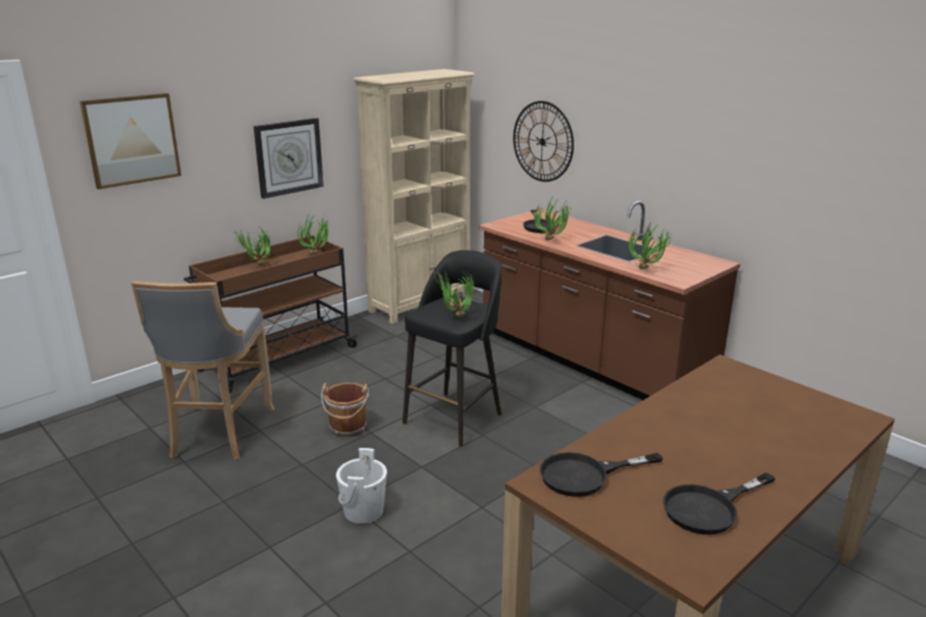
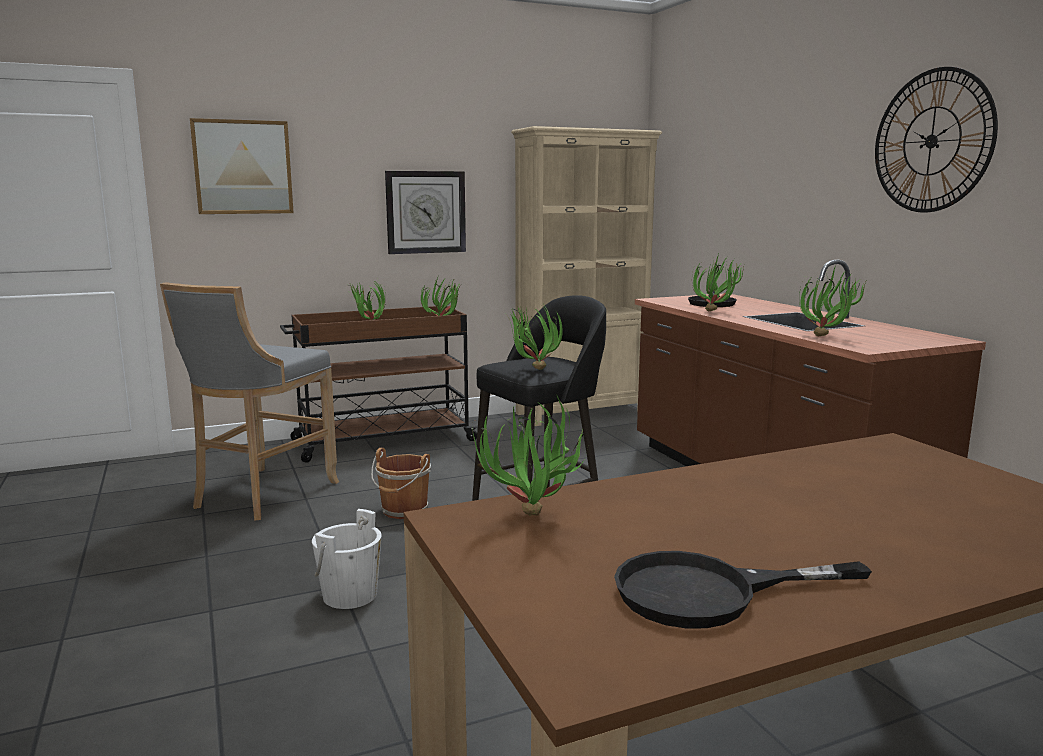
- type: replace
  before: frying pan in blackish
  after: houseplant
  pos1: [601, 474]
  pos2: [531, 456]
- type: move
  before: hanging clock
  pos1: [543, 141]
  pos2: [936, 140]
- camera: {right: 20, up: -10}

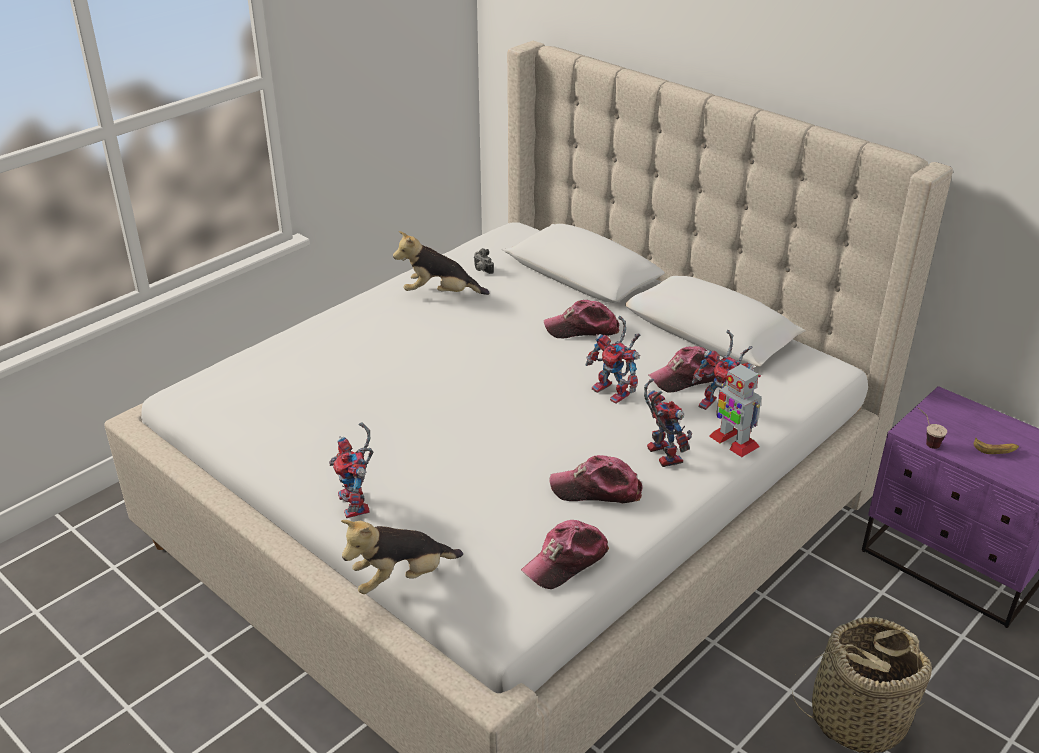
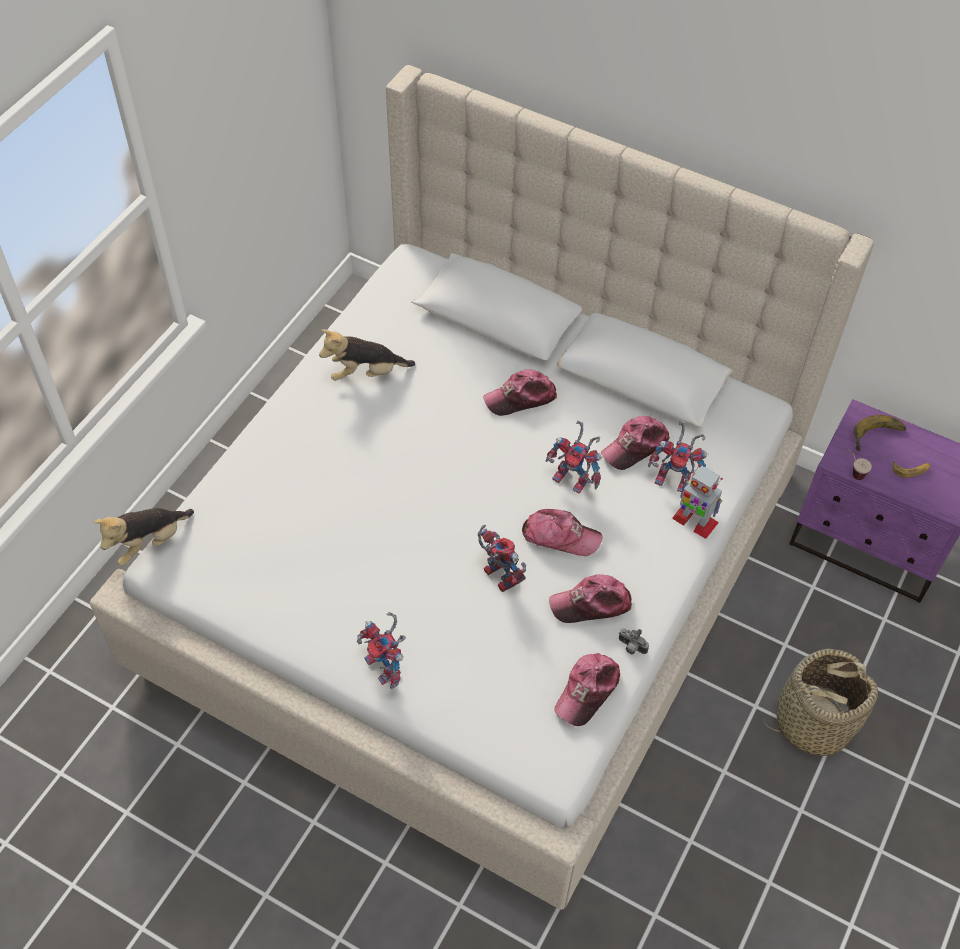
- type: move
  before: cuddly toy
  pos1: [402, 557]
  pos2: [144, 537]
- type: move
  before: model robot
  pos1: [668, 422]
  pos2: [502, 558]
- type: insert
  after: baseball cap
  pos2: [562, 532]
- type: move
  before: photo camera
  pos1: [484, 261]
  pos2: [634, 641]
- type: insert
  after: banana
  pos2: [880, 433]
- camera: {right: -15, up: 20}

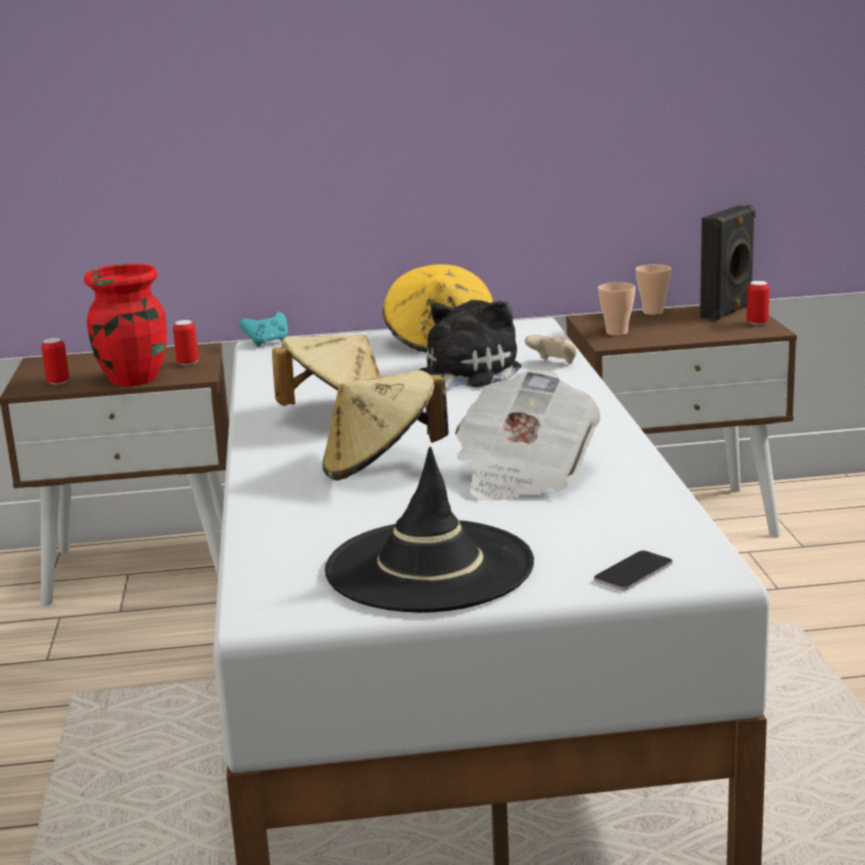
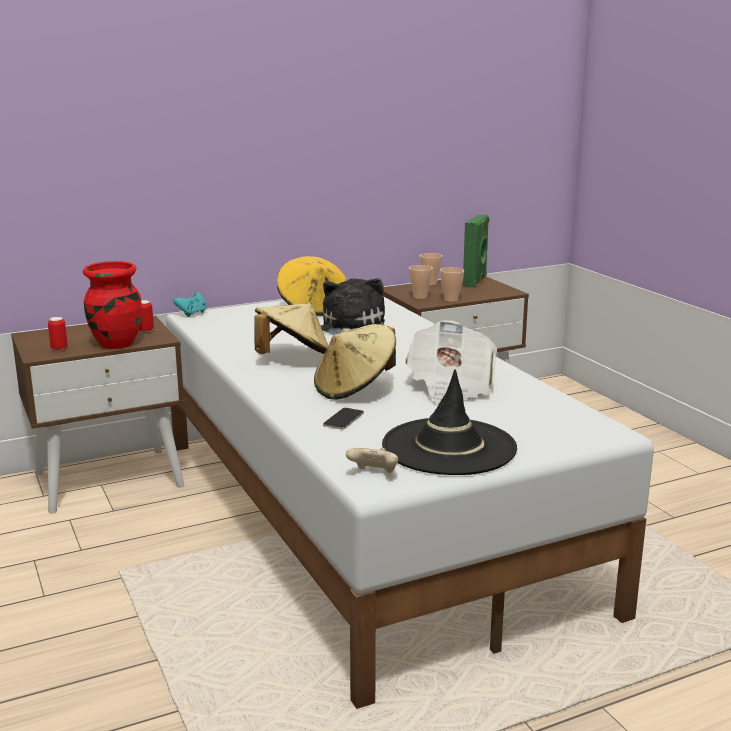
- type: move
  before: phone
  pos1: [633, 570]
  pos2: [343, 419]
- type: move
  before: game controller in sand-coloured
  pos1: [551, 349]
  pos2: [372, 460]
- type: insert
  after: cup
  pos2: [452, 284]
- type: recolor
  before: audio speaker in blackish
  after: audio speaker in greenish
  pos1: [728, 263]
  pos2: [476, 251]
- type: delete
  before: sealed can
  pos1: [758, 303]
- camera: {right: -20, up: 0}

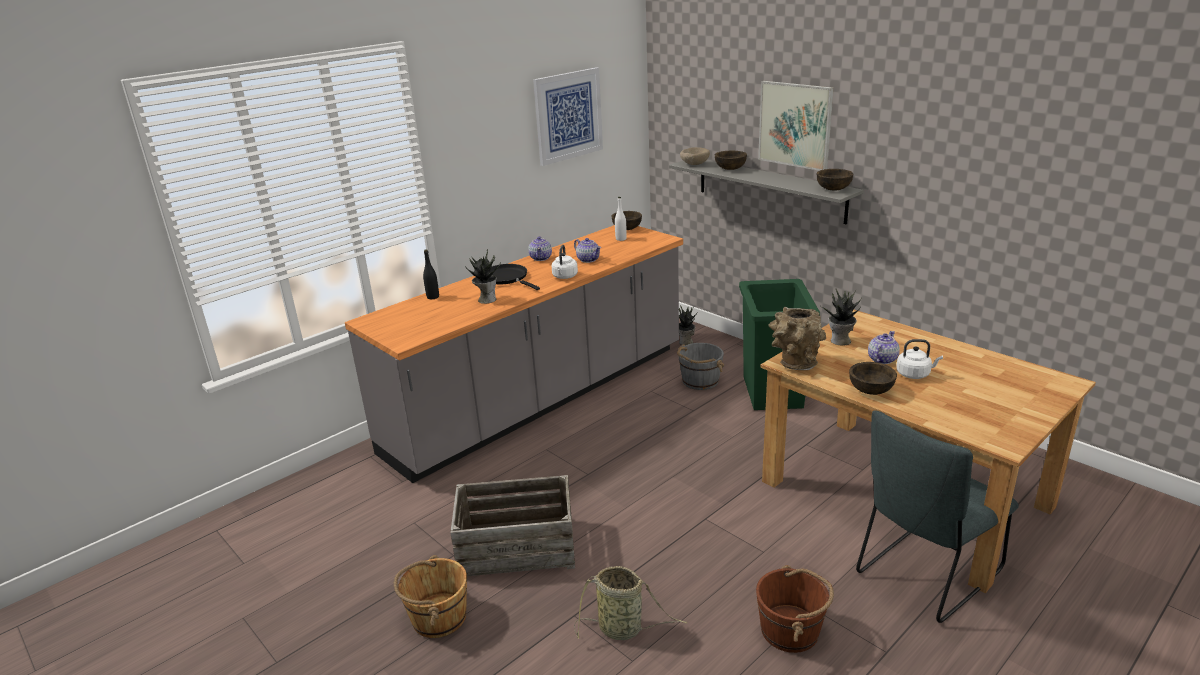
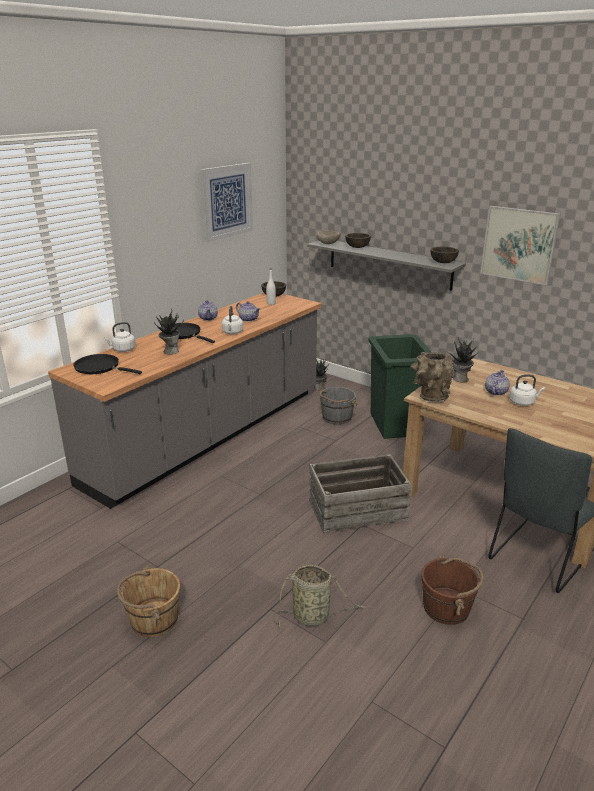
- type: insert
  after: frying pan in blackish
  pos2: [107, 364]
- type: replace
  before: bottle in blackish
  after: kettle in white
  pos1: [431, 274]
  pos2: [120, 337]
- type: move
  before: shipping crate
  pos1: [512, 525]
  pos2: [360, 494]
- type: move
  before: wall art
  pos1: [796, 126]
  pos2: [520, 245]
- type: delete
  before: serving bowl in brownish
  pos1: [873, 378]
- camera: {right: -10, up: 0}

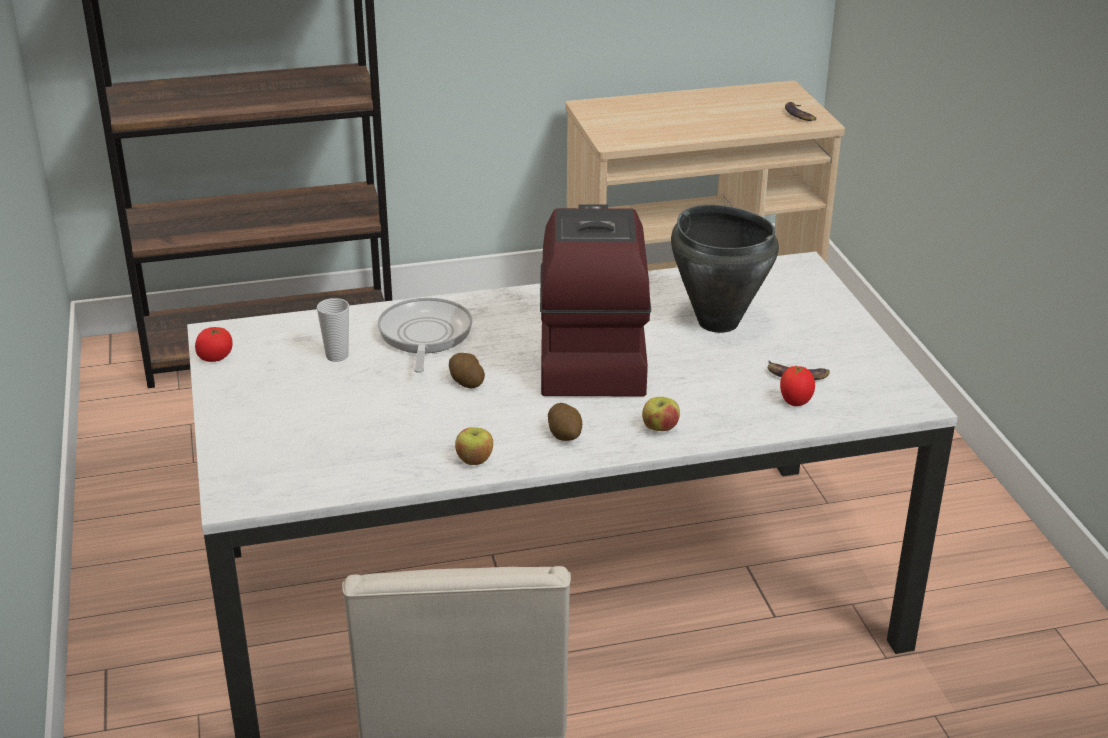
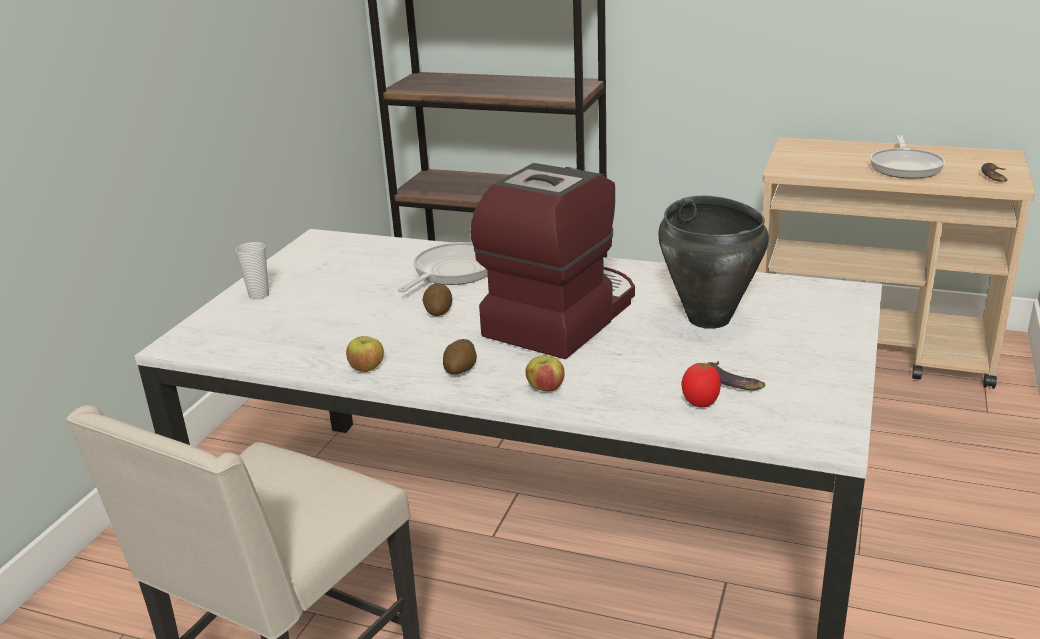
- type: move
  before: cup
  pos1: [333, 330]
  pos2: [252, 270]
- type: insert
  after: frying pan
  pos2: [907, 157]
- type: delete
  before: whole tomato
  pos1: [214, 344]
- camera: {right: 35, up: -5}

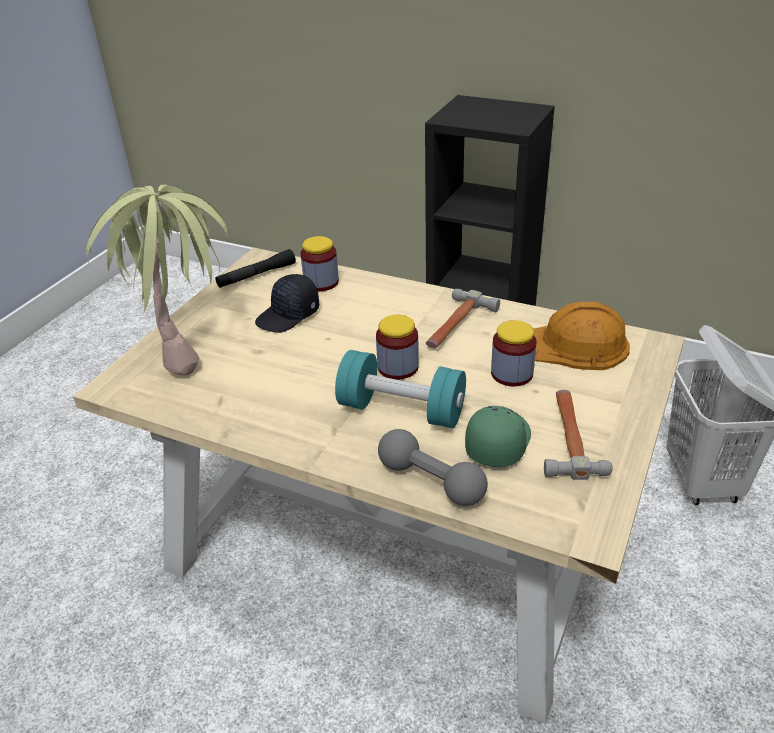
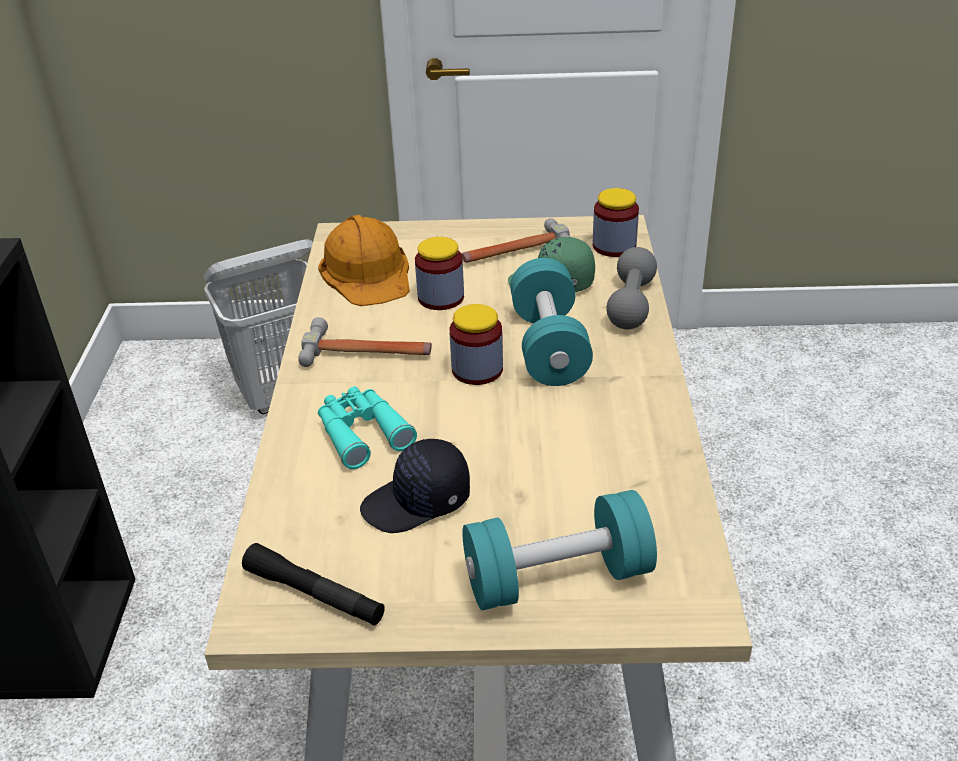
- type: insert
  after: field glasses in turquoise
  pos2: [367, 427]
- type: rotate
  before: baseball cap in blackish
  pos1: [287, 303]
  pos2: [415, 486]
  turn: 135
- type: replace
  before: houseplant
  after: free weight in turquoise
  pos1: [157, 280]
  pos2: [559, 550]
- type: move
  before: preserve jar
  pos1: [320, 263]
  pos2: [616, 222]
- camera: {right: -115, up: 0}

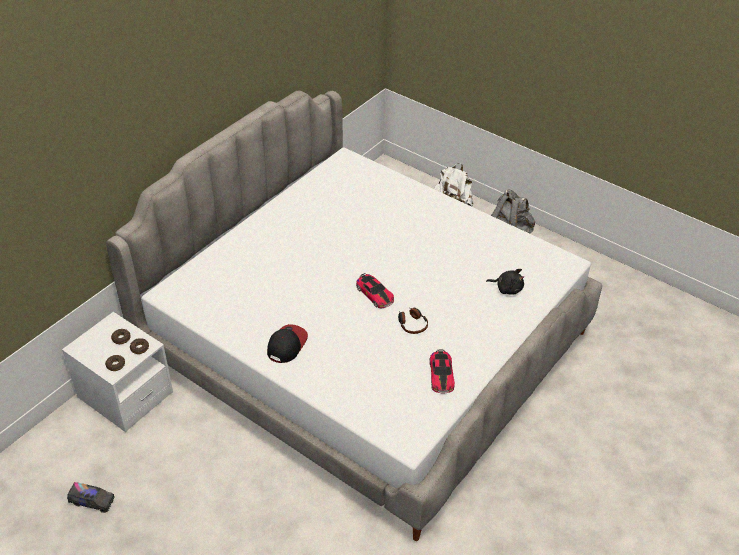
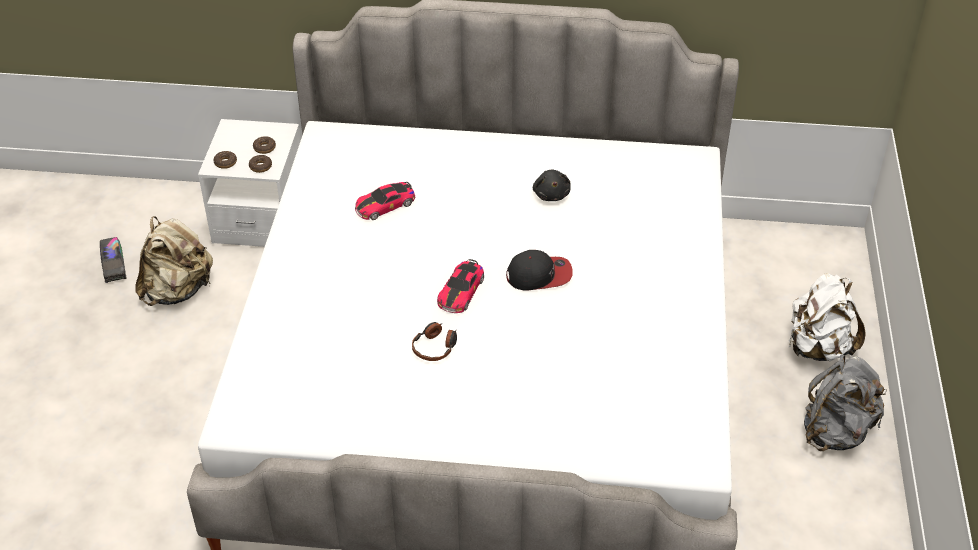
- type: insert
  after: rucksack in sand-coloured
  pos2: [174, 261]
- type: move
  before: model car
  pos1: [442, 371]
  pos2: [385, 201]
- type: move
  before: baseball cap
  pos1: [287, 343]
  pos2: [539, 270]
- type: move
  before: cuddly toy in blackish
  pos1: [505, 282]
  pos2: [552, 185]
- camera: {right: 60, up: 0}

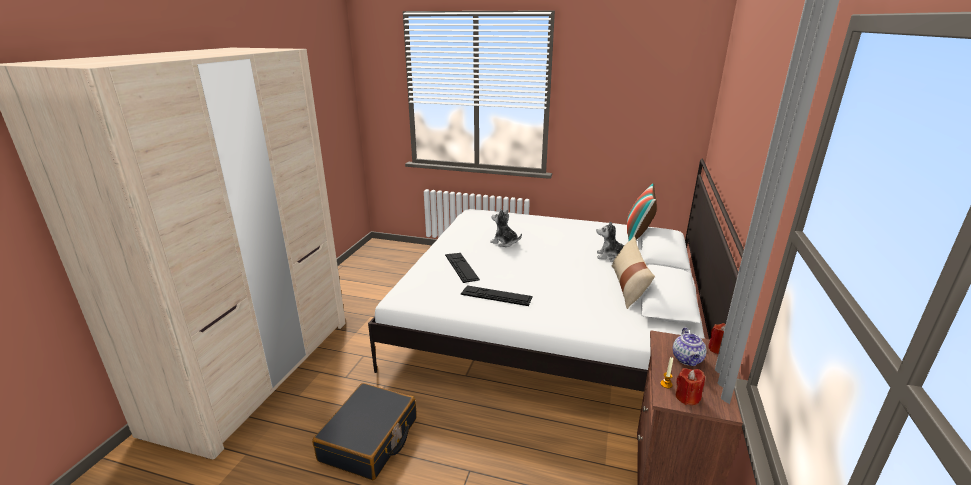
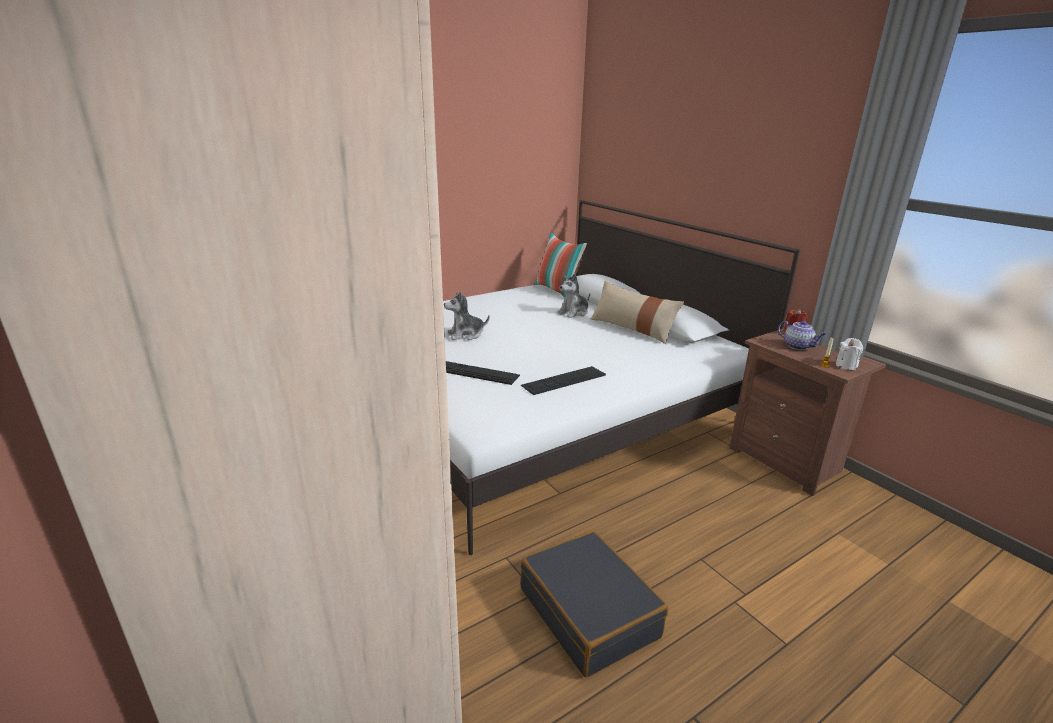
- type: recolor
  before: wax light in red-coloured
  after: wax light in white
  pos1: [690, 386]
  pos2: [849, 354]
- camera: {right: -50, up: 0}

